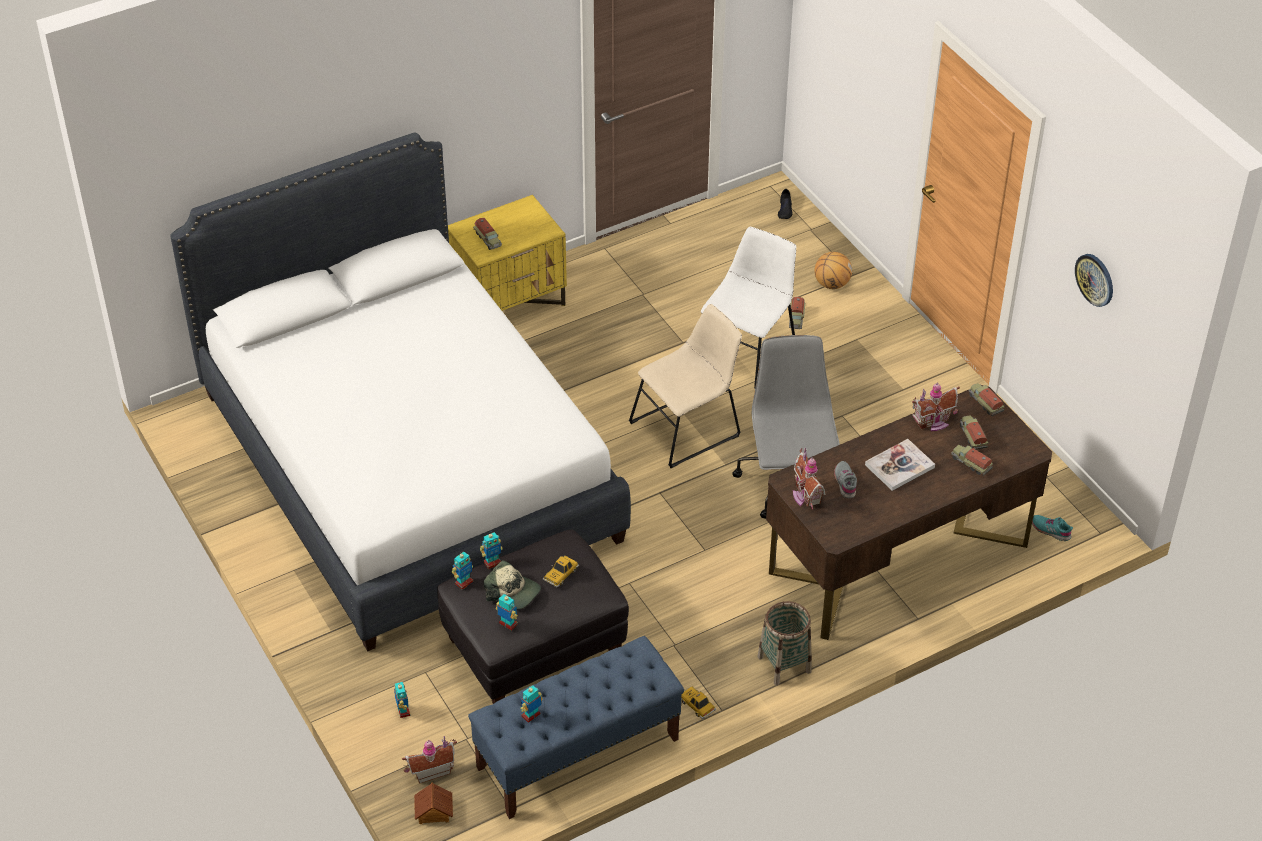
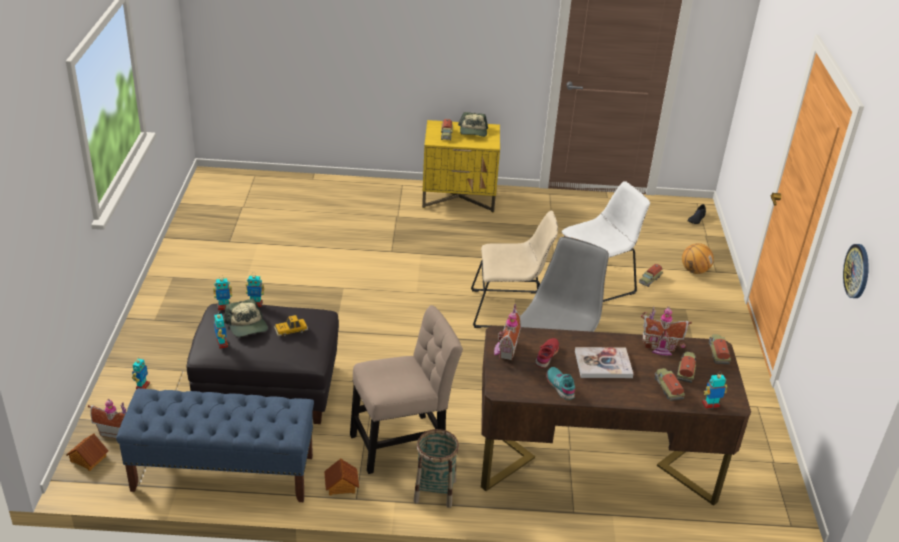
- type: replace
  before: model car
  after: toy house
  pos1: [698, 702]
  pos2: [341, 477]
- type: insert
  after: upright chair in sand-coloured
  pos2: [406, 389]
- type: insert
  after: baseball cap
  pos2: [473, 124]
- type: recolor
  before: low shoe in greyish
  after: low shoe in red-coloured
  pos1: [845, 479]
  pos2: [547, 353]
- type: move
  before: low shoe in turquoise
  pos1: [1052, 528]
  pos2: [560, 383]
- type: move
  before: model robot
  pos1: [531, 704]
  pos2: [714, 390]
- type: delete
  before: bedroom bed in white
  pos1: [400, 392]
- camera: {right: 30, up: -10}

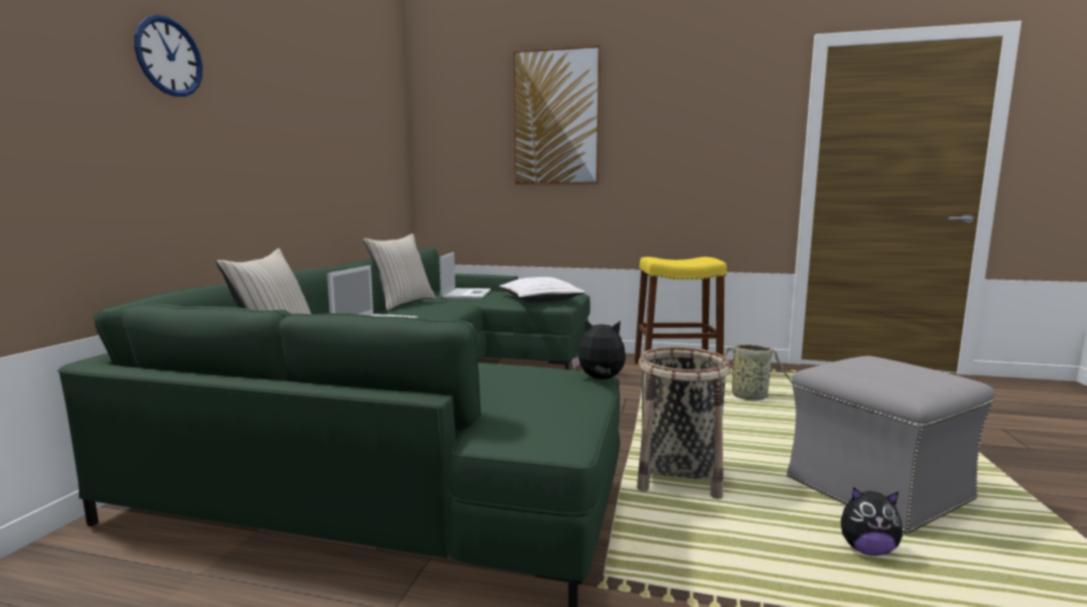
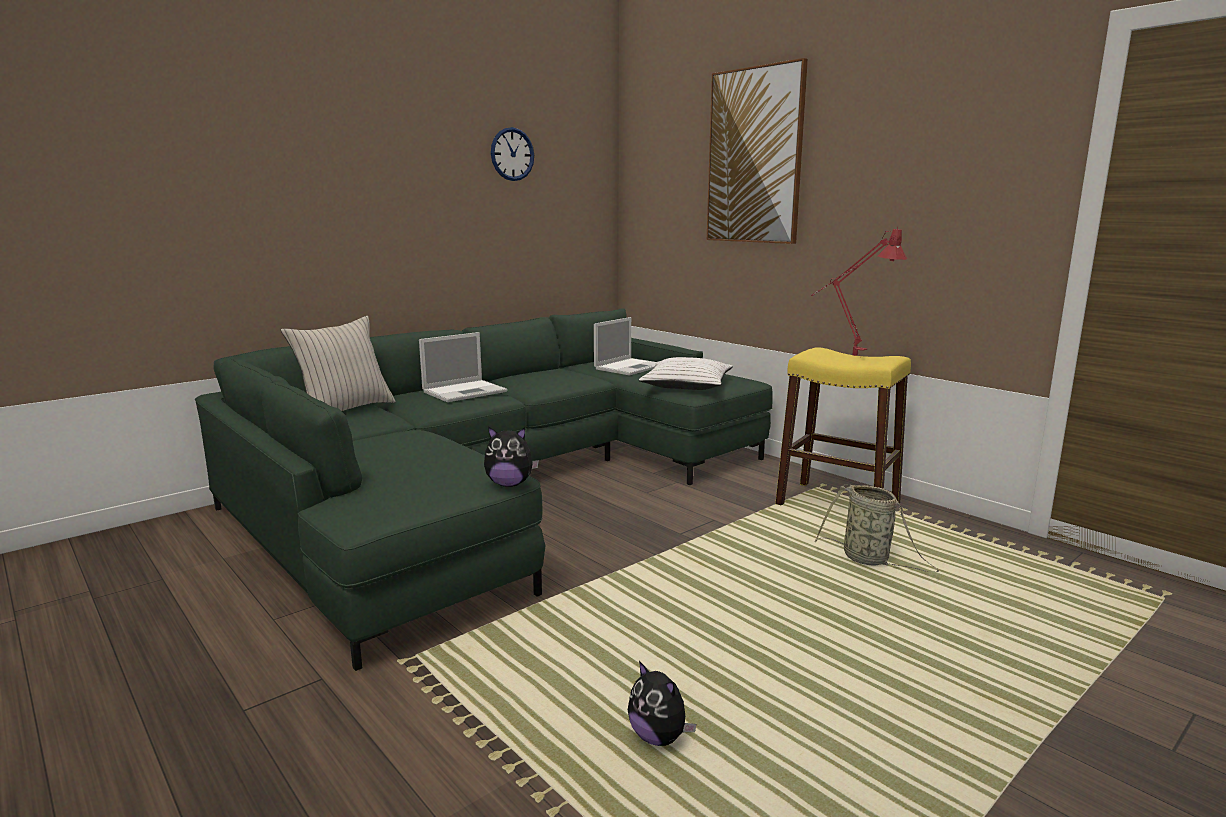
- type: rotate
  before: cuddly toy
  pos1: [599, 349]
  pos2: [511, 457]
  turn: 135
- type: move
  before: hanging clock
  pos1: [168, 56]
  pos2: [512, 154]
- type: insert
  after: lamp for a table in red-coloured
  pos2: [859, 291]
- type: delete
  before: throw pillow in sand-coloured
  pos1: [399, 272]
- type: delete
  before: storage basket
  pos1: [683, 423]
- type: delete
  before: footrest in greyish
  pos1: [891, 445]
- camera: {right: 35, up: 5}

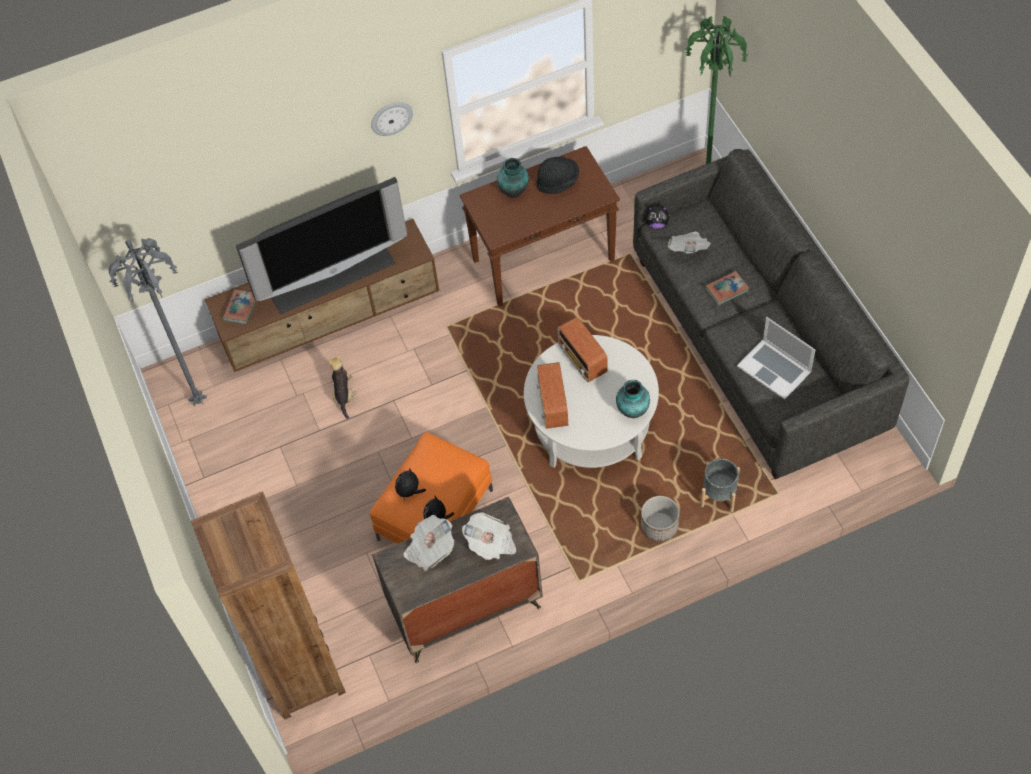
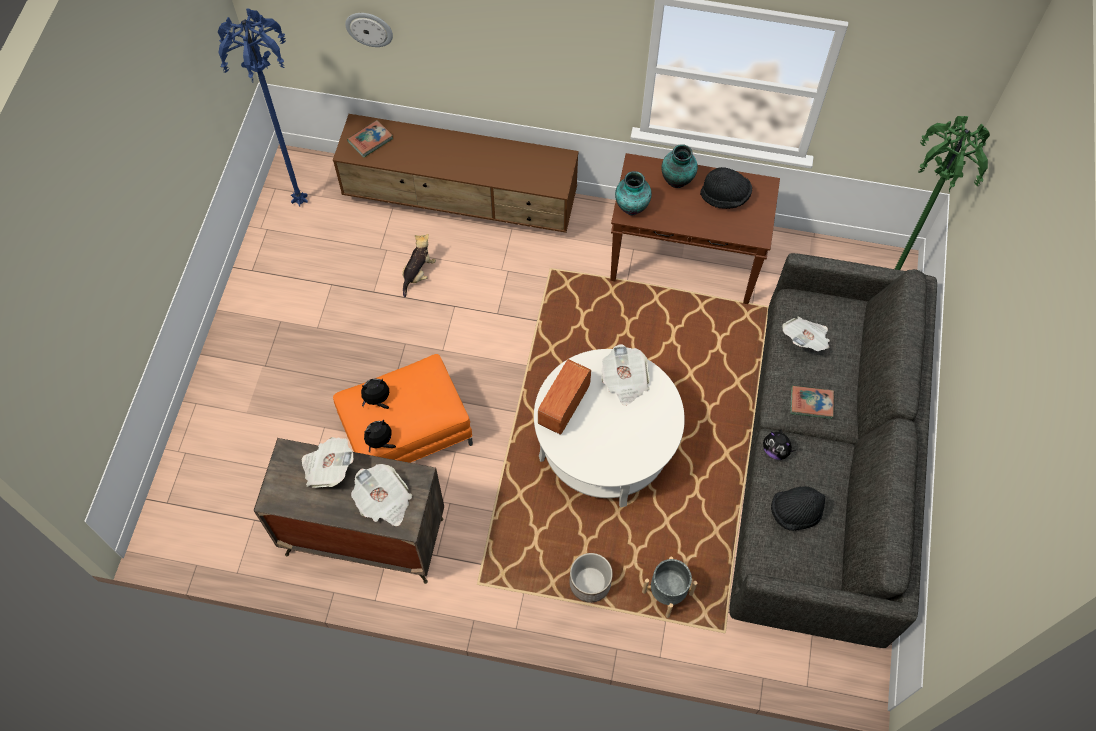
- type: recolor
  before: standard lamp in greyish
  after: standard lamp in blue-coloured
  pos1: [158, 322]
  pos2: [263, 107]
- type: move
  before: hanging clock
  pos1: [392, 119]
  pos2: [369, 30]
- type: replace
  before: radio
  after: printed paper
  pos1: [582, 349]
  pos2: [625, 375]
- type: move
  before: decorative vase
  pos1: [633, 399]
  pos2: [633, 193]
- type: move
  before: cuddly toy
  pos1: [658, 217]
  pos2: [779, 445]
- type: replace
  before: laptop
  after: hat in blackish
  pos1: [776, 358]
  pos2: [798, 508]
- type: delete
  before: bookcase in brownish
  pos1: [268, 605]
- type: delete
  before: television
  pos1: [321, 245]
- camera: {right: 30, up: 5}

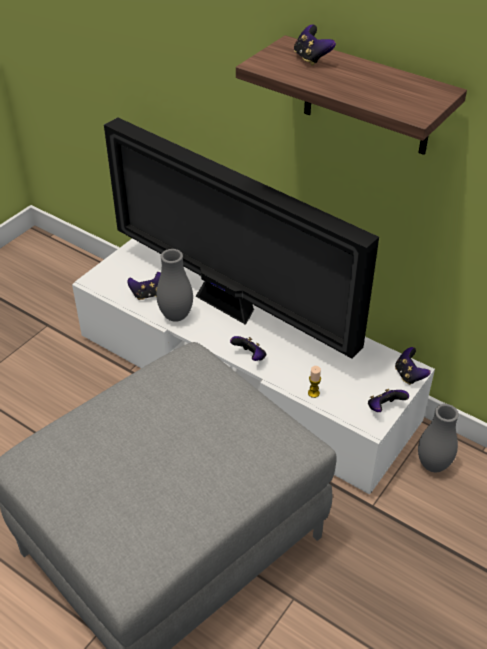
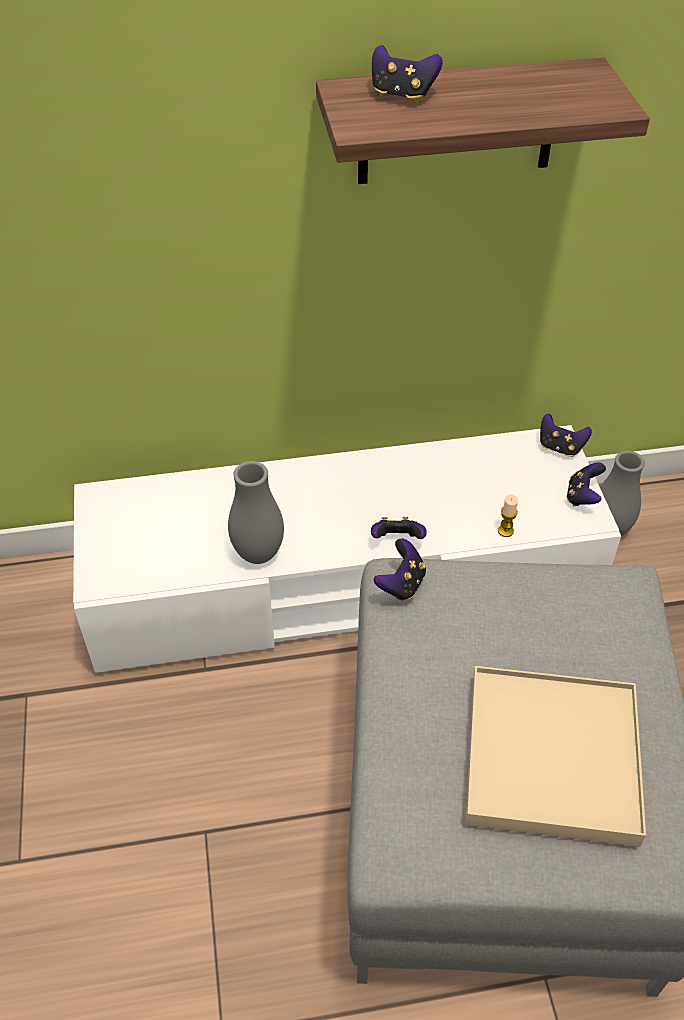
- type: move
  before: game controller
  pos1: [144, 286]
  pos2: [400, 569]
- type: insert
  after: carrying tray in sand-coloured
  pos2: [555, 756]
- type: delete
  before: television
  pos1: [241, 237]
- camera: {right: -45, up: 5}

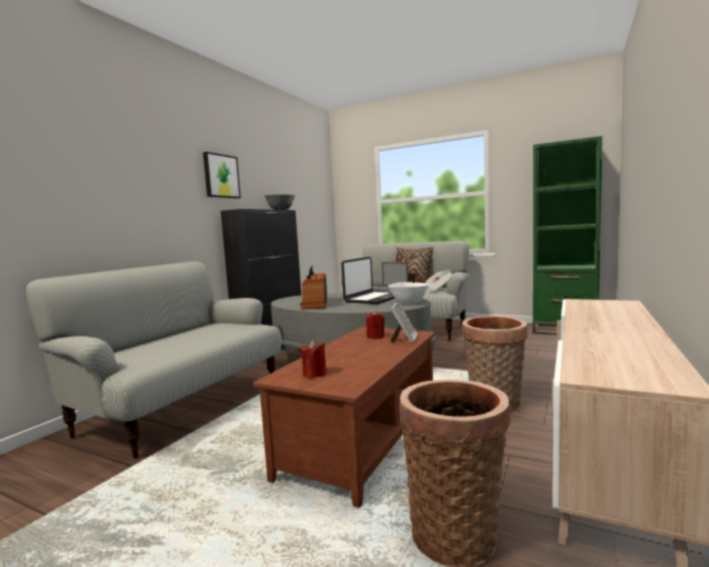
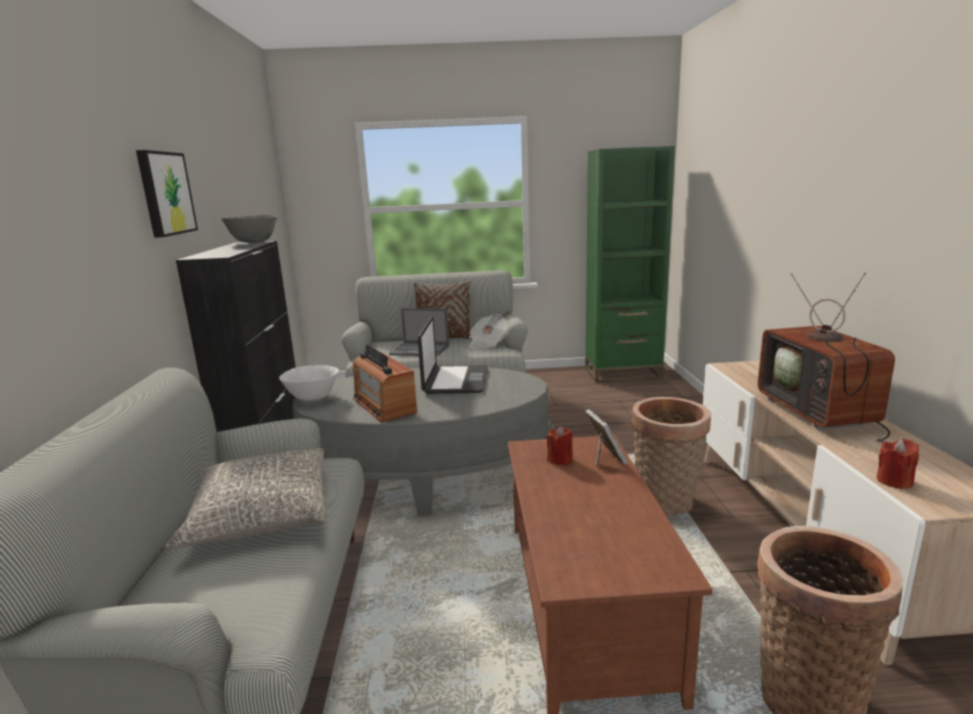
- type: insert
  after: throw pillow in greyish
  pos2: [246, 498]
- type: move
  before: serving bowl in white
  pos1: [408, 293]
  pos2: [309, 383]
- type: insert
  after: television
  pos2: [826, 357]
- type: move
  before: wax light in red-coloured
  pos1: [314, 358]
  pos2: [898, 464]
- camera: {right: -30, up: 10}

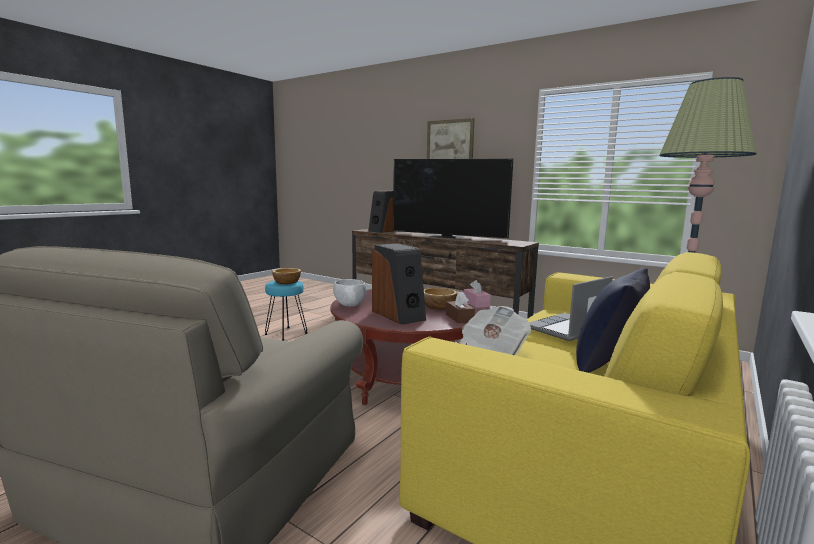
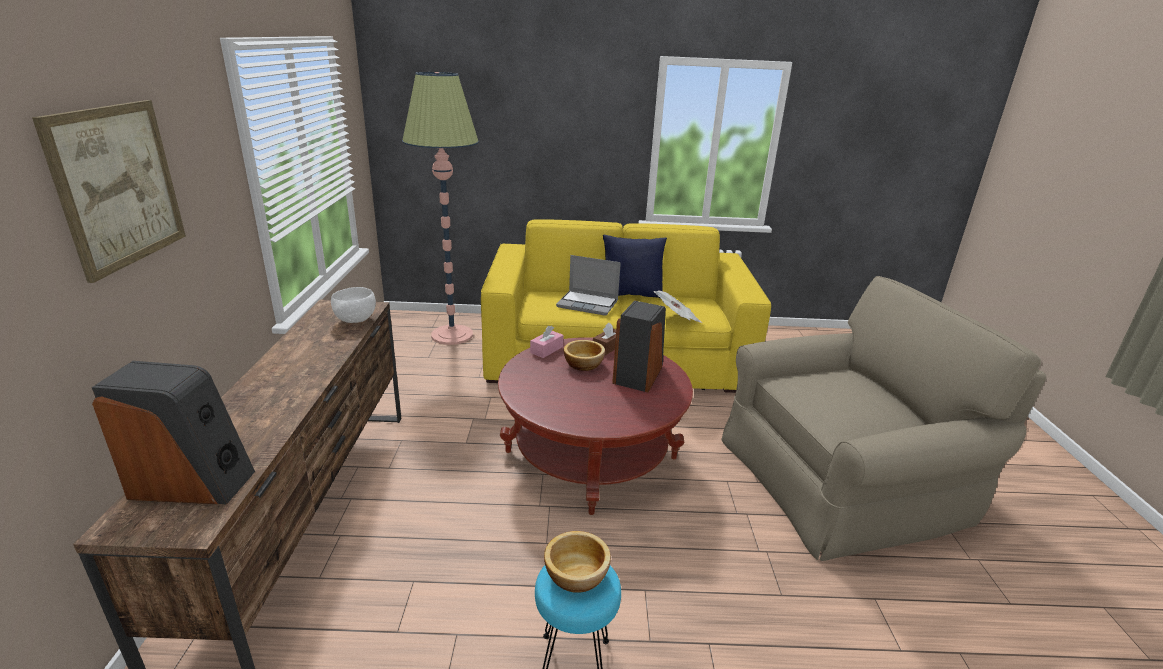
- type: move
  before: serving bowl in white
  pos1: [349, 293]
  pos2: [353, 305]
- type: delete
  before: television
  pos1: [453, 198]
- camera: {right: -125, up: 15}

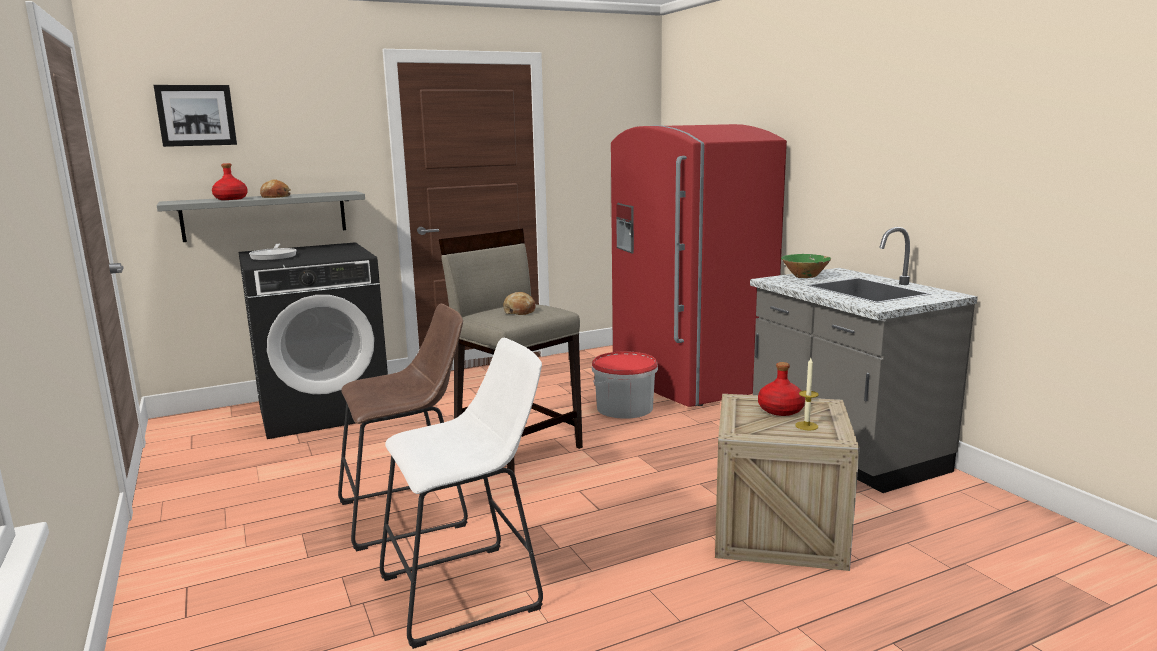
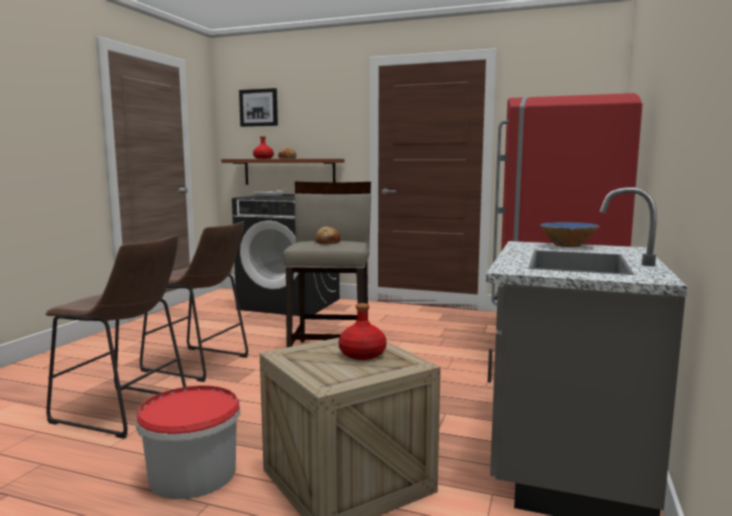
- type: recolor
  before: sitting stool in white
  after: sitting stool in brownish
  pos1: [461, 493]
  pos2: [116, 337]
- type: move
  before: water bucket
  pos1: [625, 385]
  pos2: [188, 442]
- type: recolor
  before: shelf in greyish
  after: shelf in brownish
  pos1: [261, 216]
  pos2: [282, 172]
- type: recolor
  before: serving bowl in greenish
  after: serving bowl in blue-coloured
  pos1: [806, 266]
  pos2: [570, 234]
- type: delete
  before: wax light
  pos1: [807, 394]
- camera: {right: 45, up: -5}

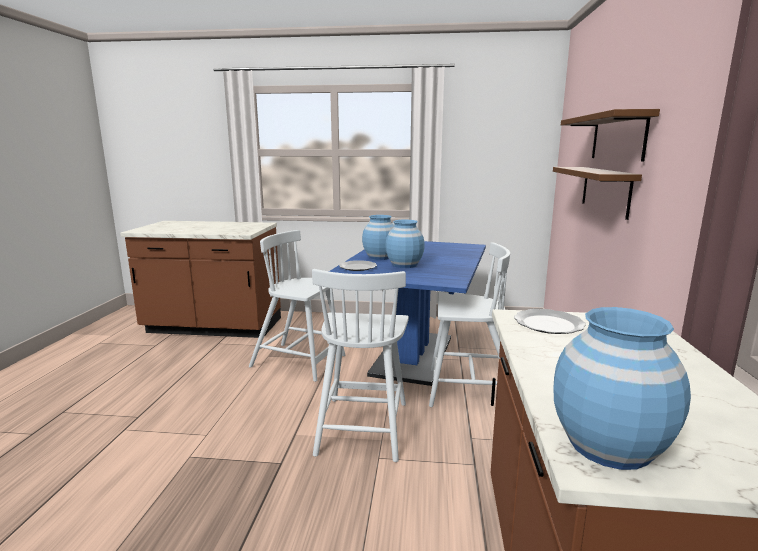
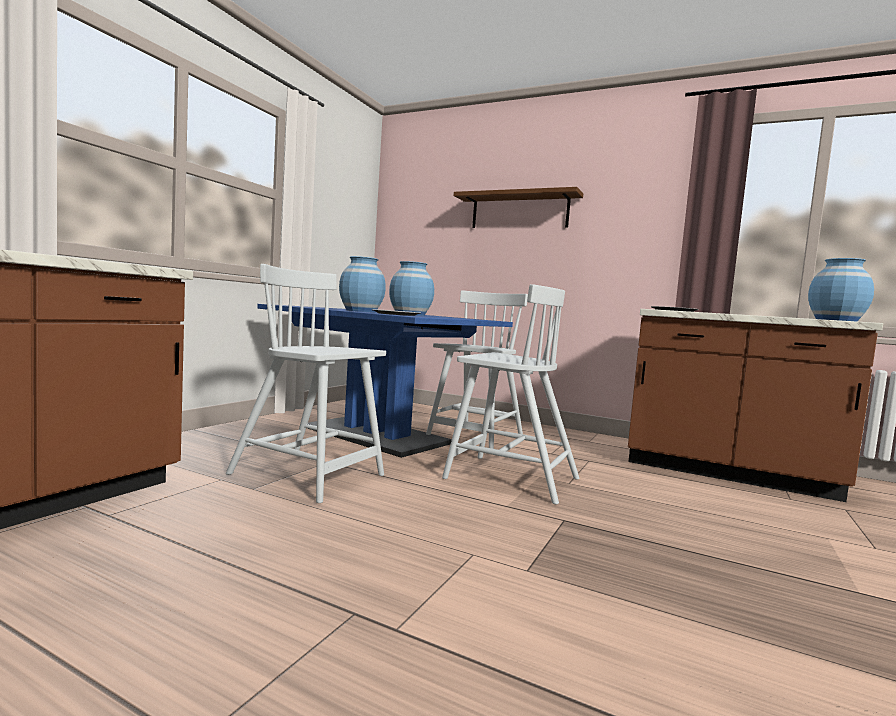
- type: rotate
  before: upright chair in white
  pos1: [297, 306]
  pos2: [306, 383]
  turn: 75
- type: delete
  before: shelf in brownish
  pos1: [597, 193]
- camera: {right: -70, up: -10}

